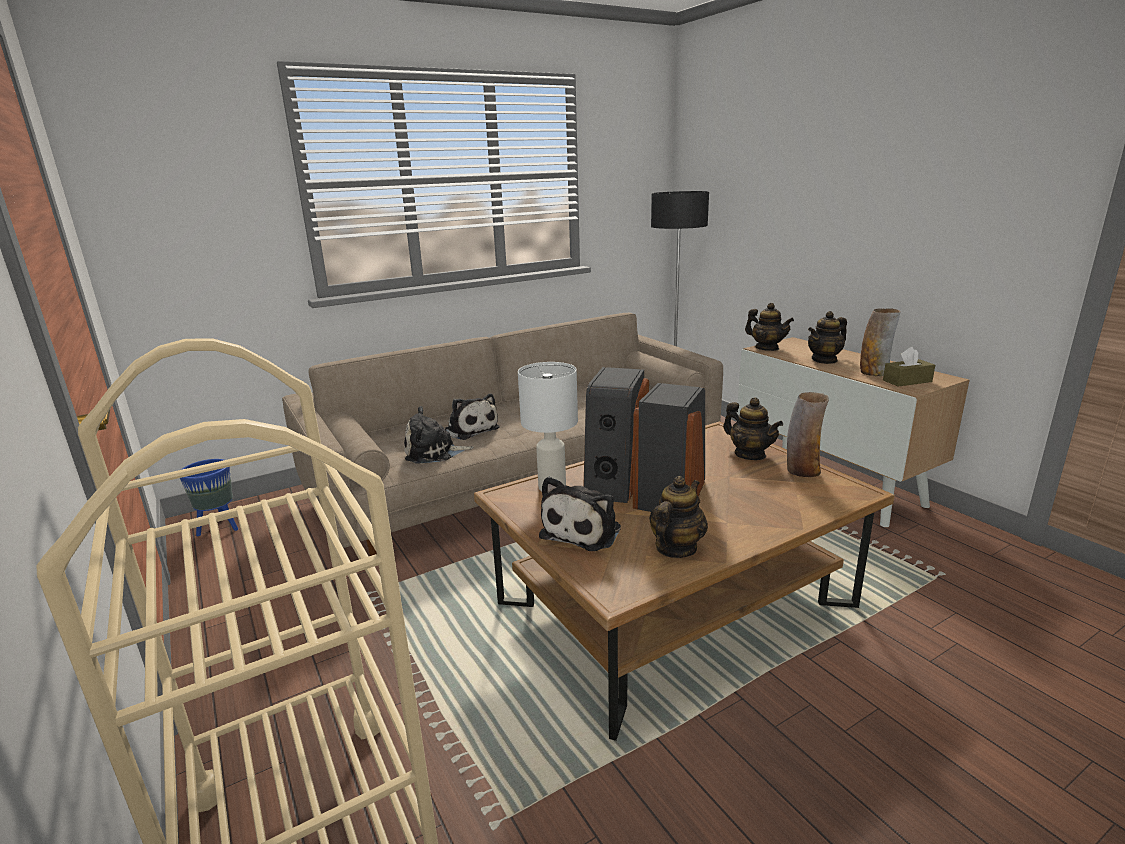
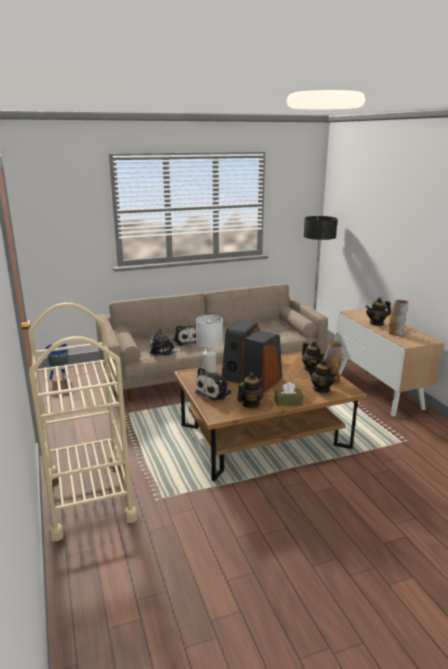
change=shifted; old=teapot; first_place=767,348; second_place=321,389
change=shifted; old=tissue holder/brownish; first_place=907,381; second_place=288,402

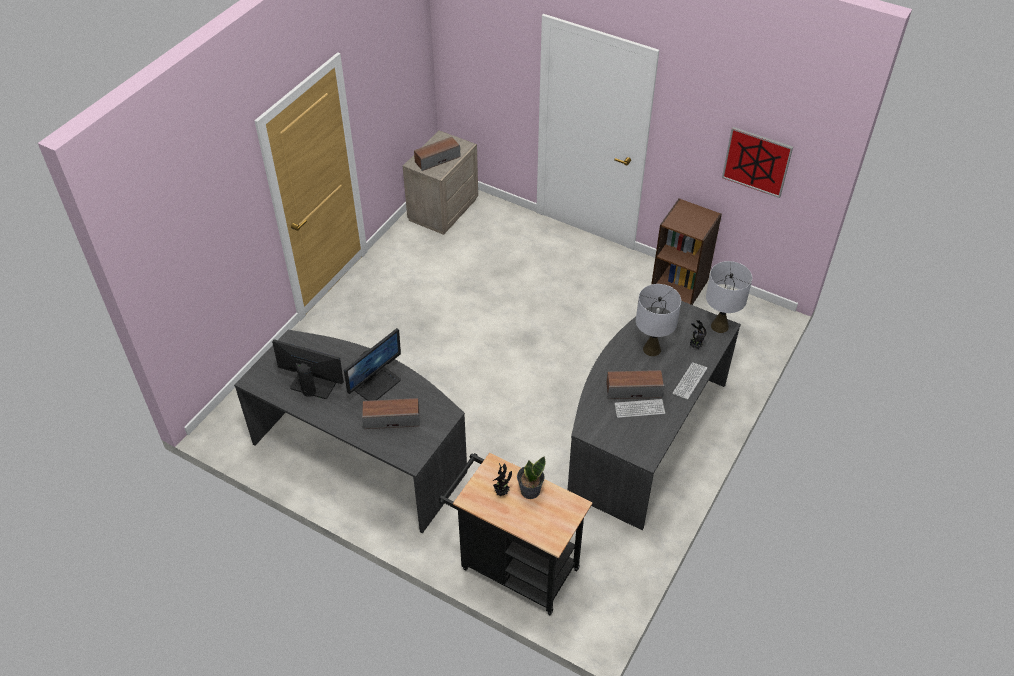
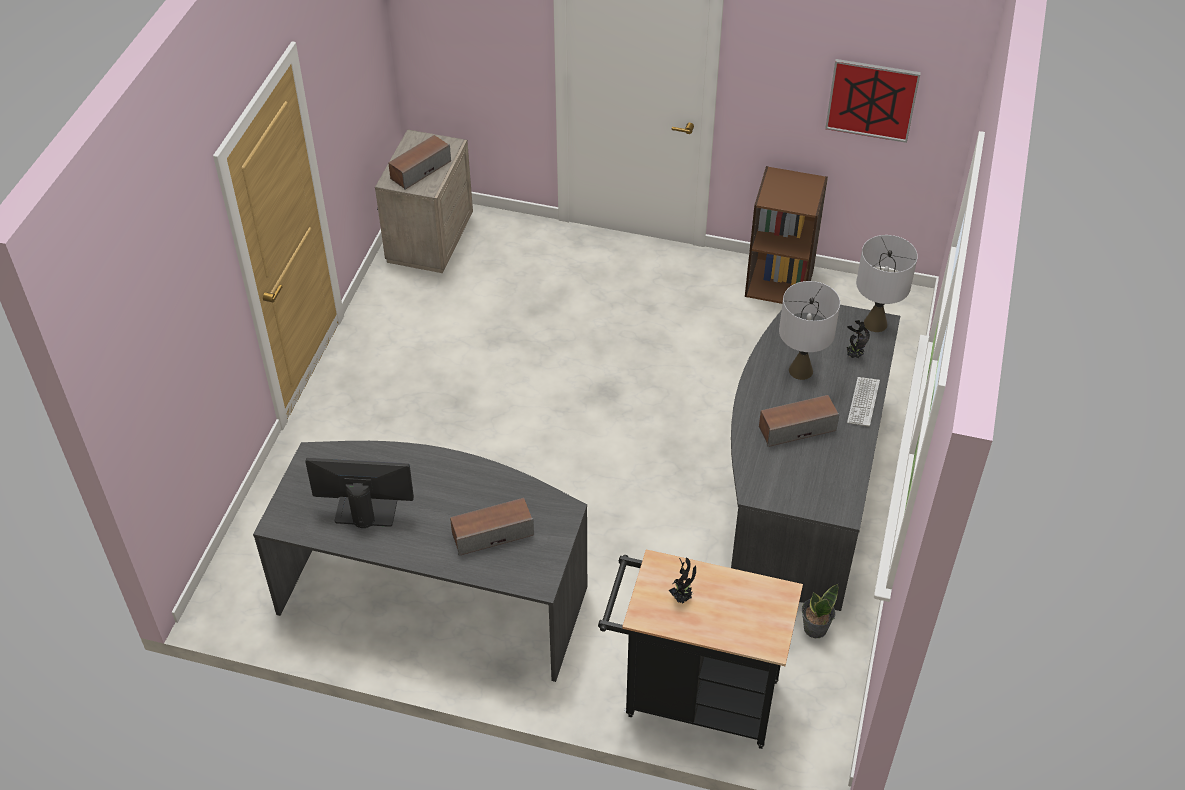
change=gone; old=computer display; first_place=377,384
change=gone; old=computer keyboard; first_place=639,409
change=shifted; old=houseplant; first_place=530,490; second_place=814,628

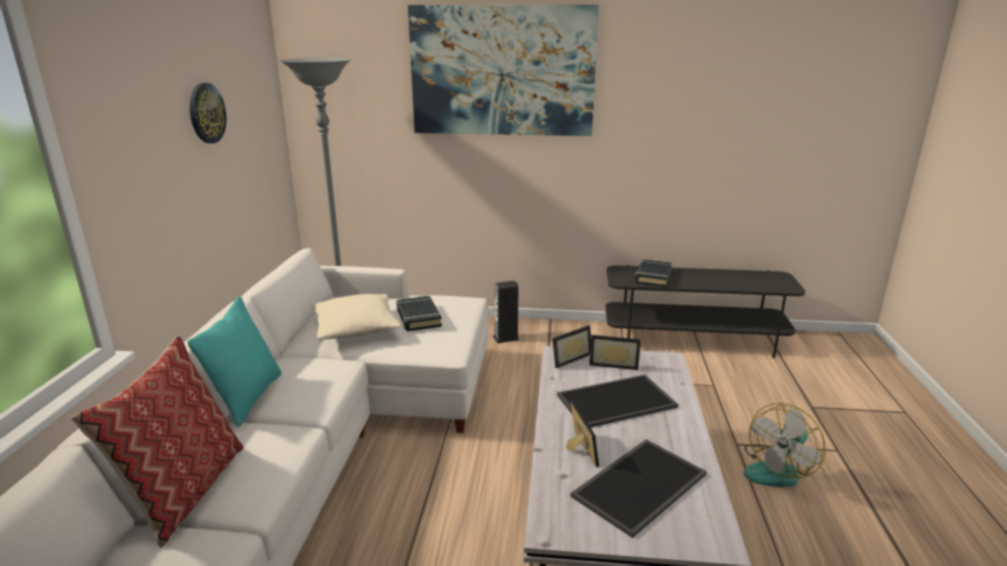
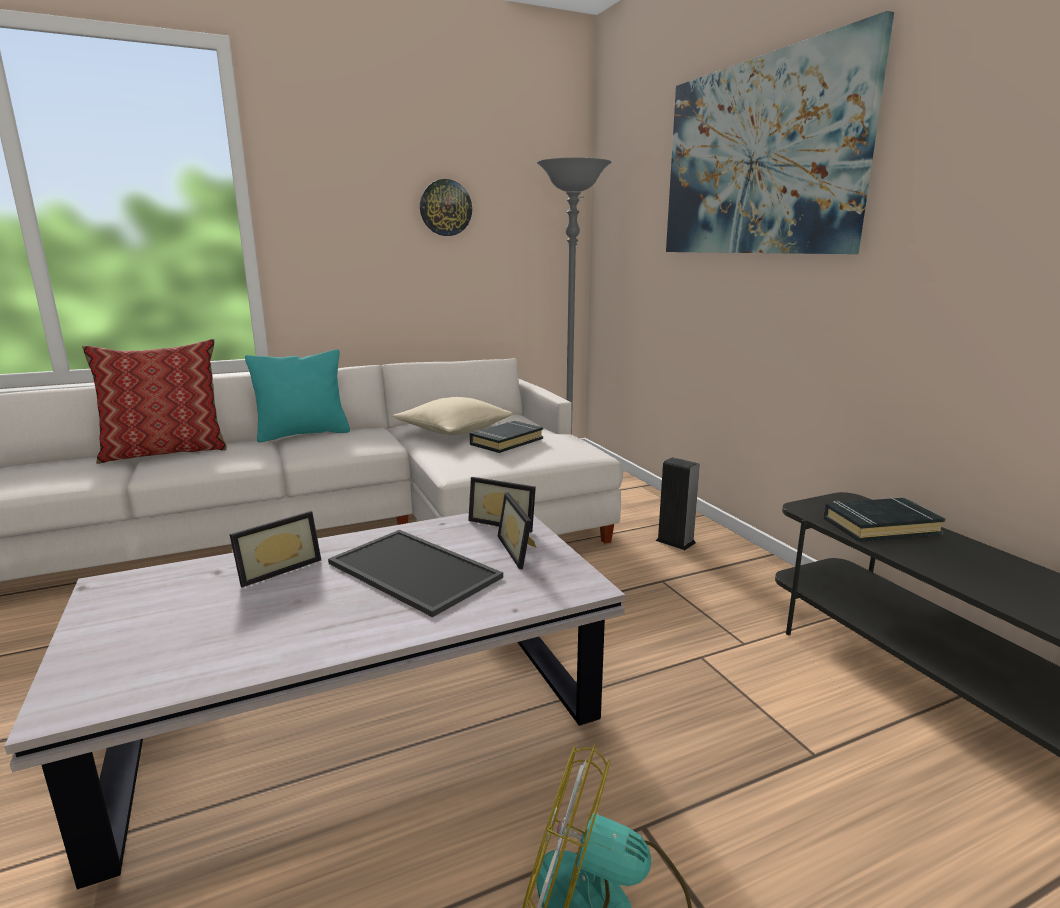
change=gone; old=tray; first_place=638,483

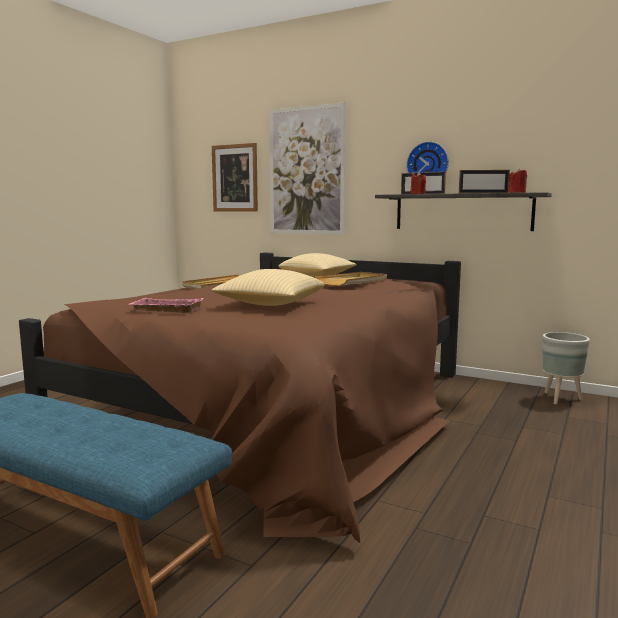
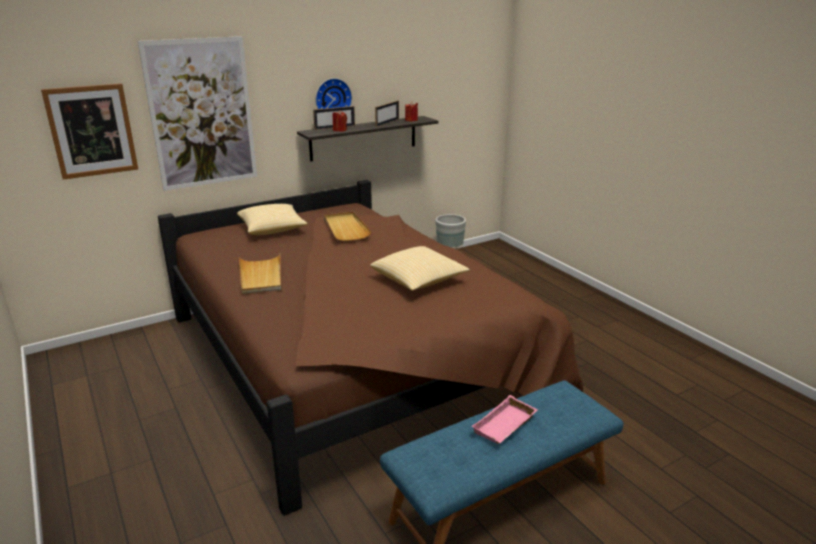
change=shifted; old=tray/pink-coloured; first_place=165,310; second_place=505,426

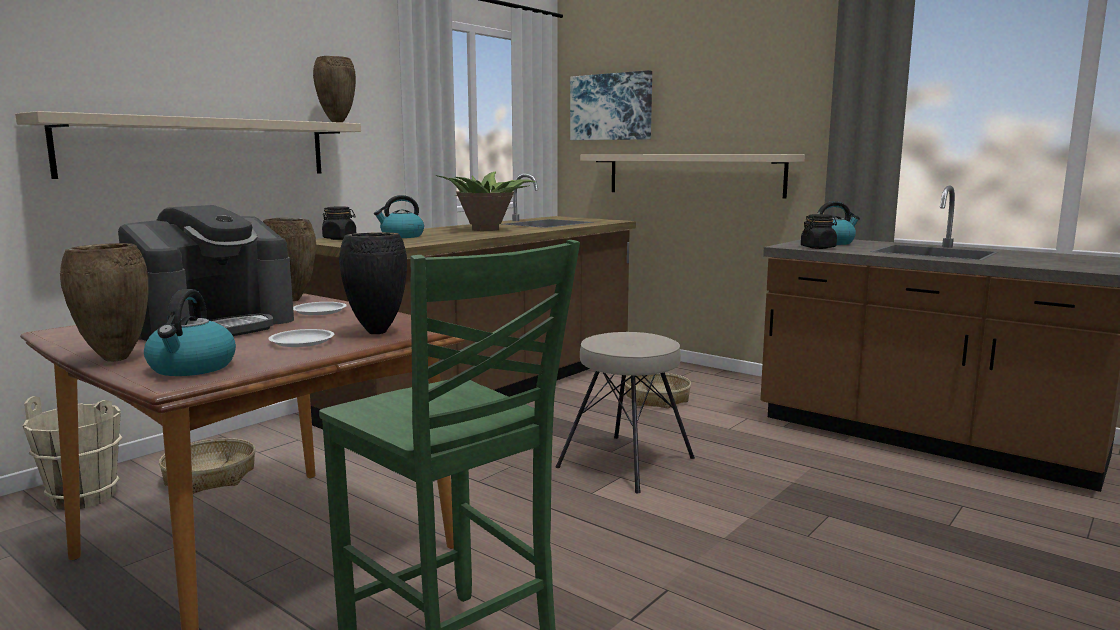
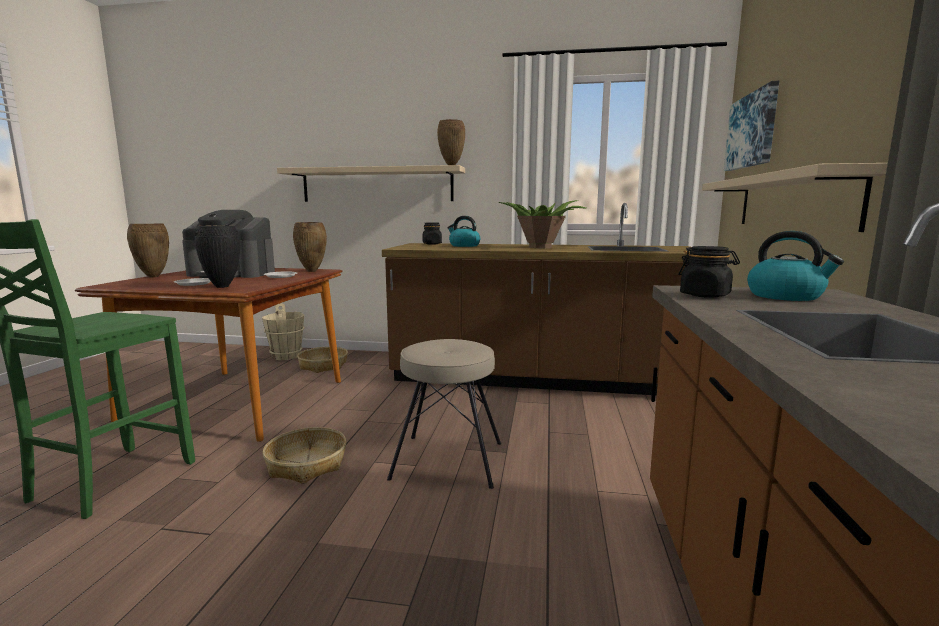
change=gone; old=tea kettle; first_place=192,368
change=shifted; old=basket; first_place=656,399; second_place=307,464

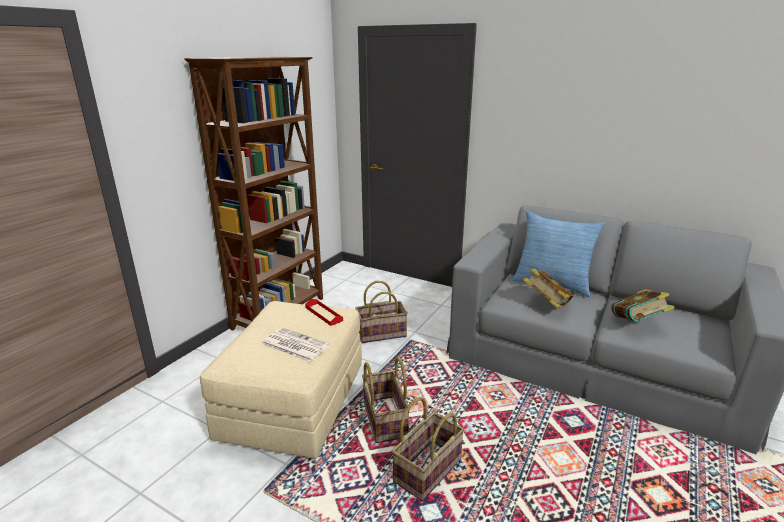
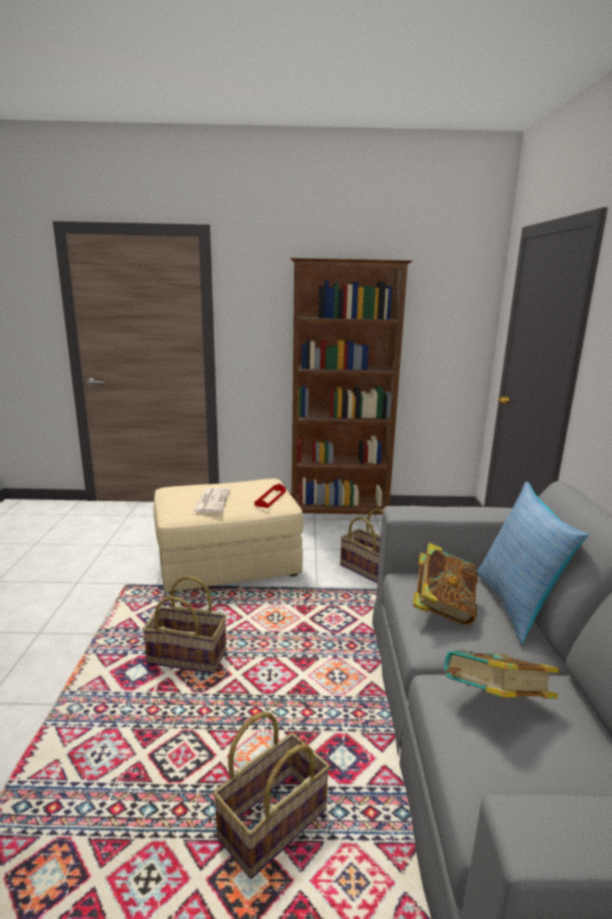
change=shifted; old=basket; first_place=384,419; second_place=272,822

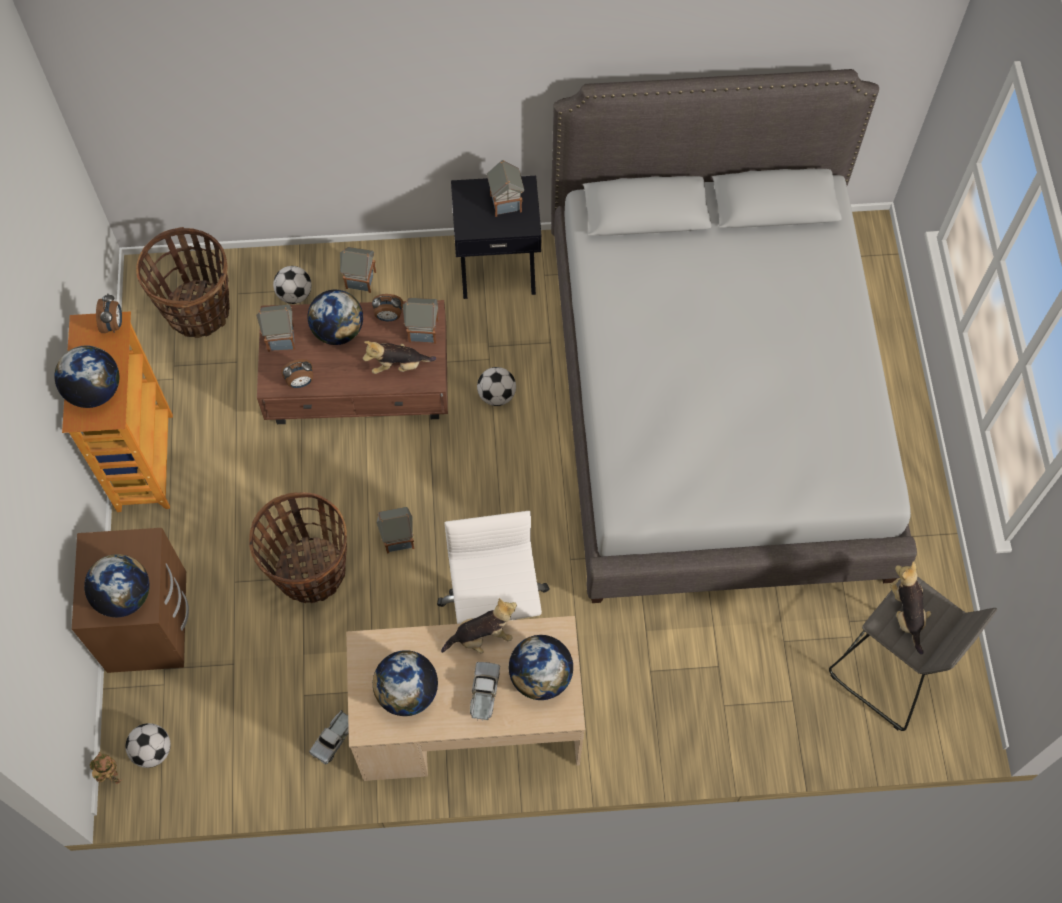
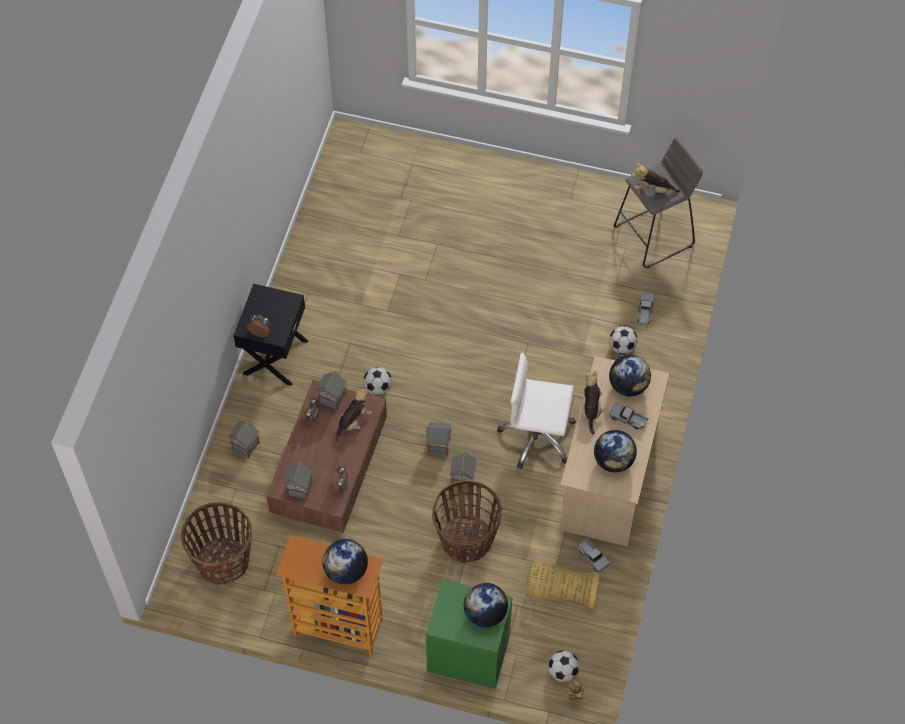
change=gone; old=world globe; first_place=338,331
change=gone; old=bed/gray; first_place=715,402
change=new; new=basket; second_place=561,591
change=new; new=toy lorry; second_place=644,311
change=shifted; old=bedside clock; first_place=114,324; second_place=260,331
change=shifted; old=football ball; first_place=295,294; second_place=622,347
change=shifted; old=miniature house; first_place=505,202; second_place=438,445
change=repainted; old=night table/brownish; new=night table/green; first_place=150,624; second_place=468,652
change=rotated; old=soft toy; first_place=398,366; second_place=353,422; degrees=-150

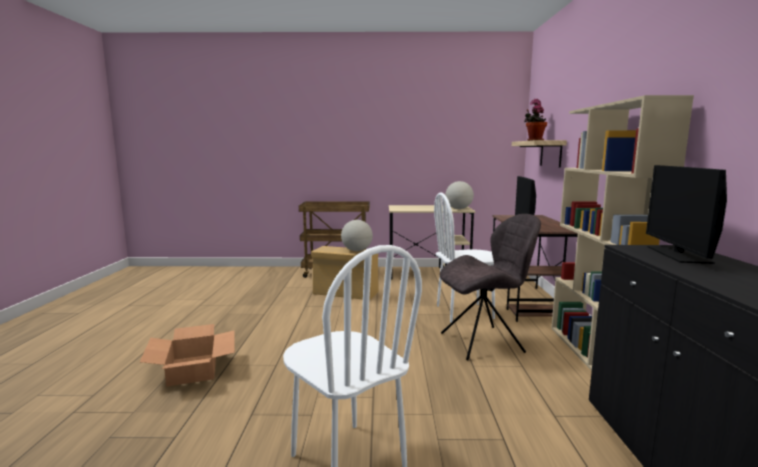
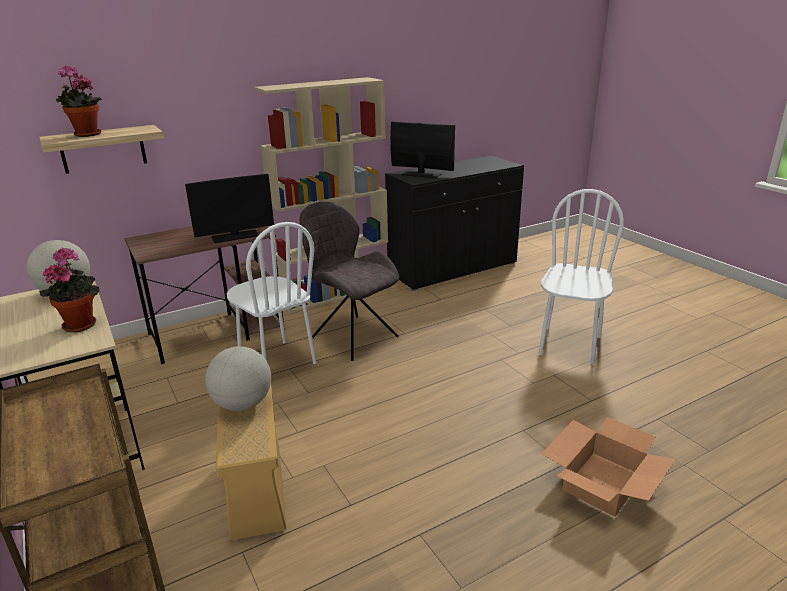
change=new; new=houseplant; second_place=81,324
change=rotated; old=computer display; first_place=678,254; second_place=421,174; degrees=-135

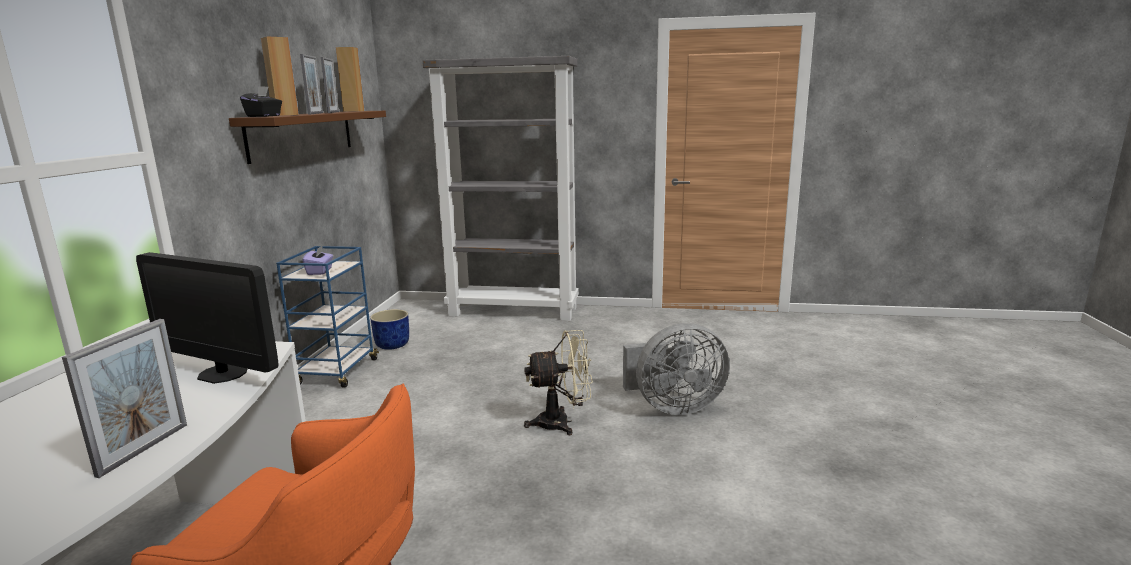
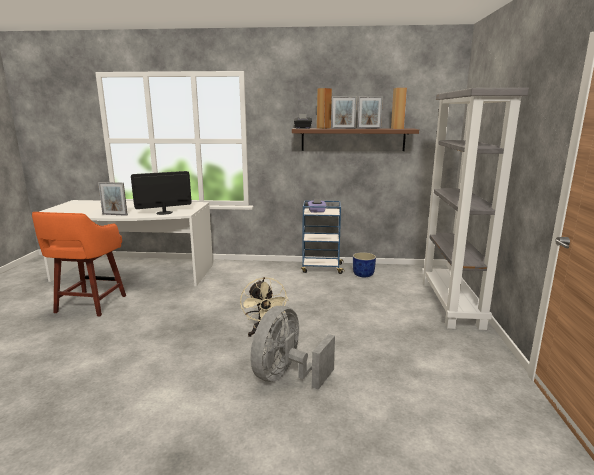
change=rotated; old=computer display; first_place=223,373; second_place=164,213; degrees=45
change=rotated; old=fan/gray; first_place=673,406; second_place=286,376; degrees=45

